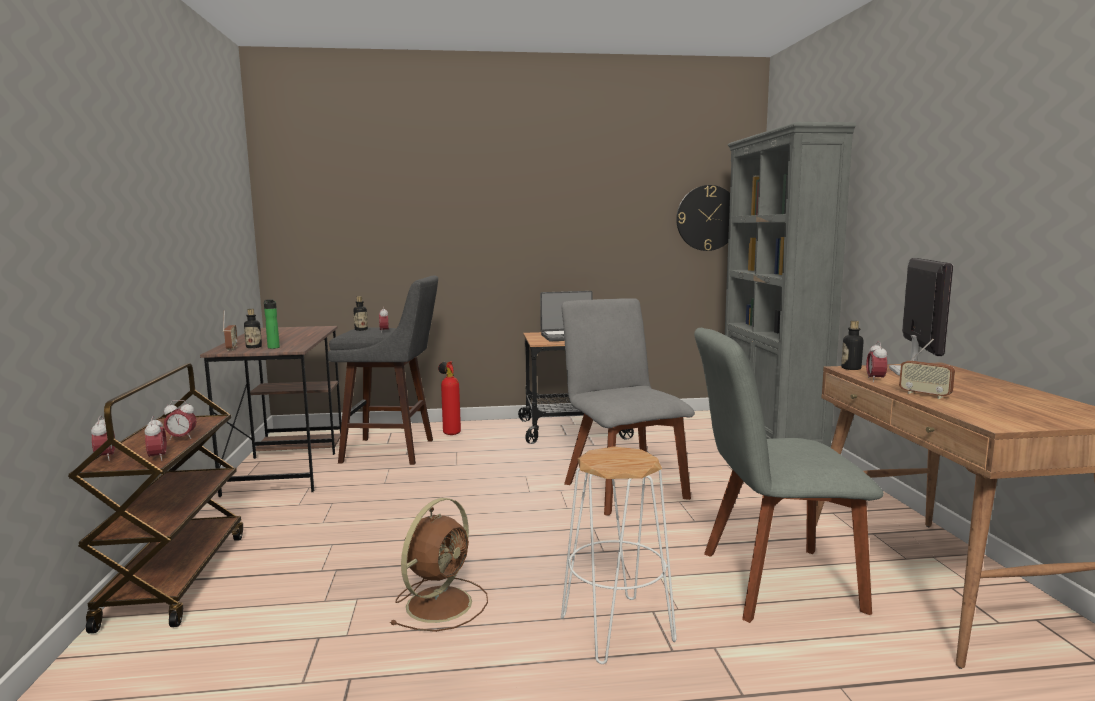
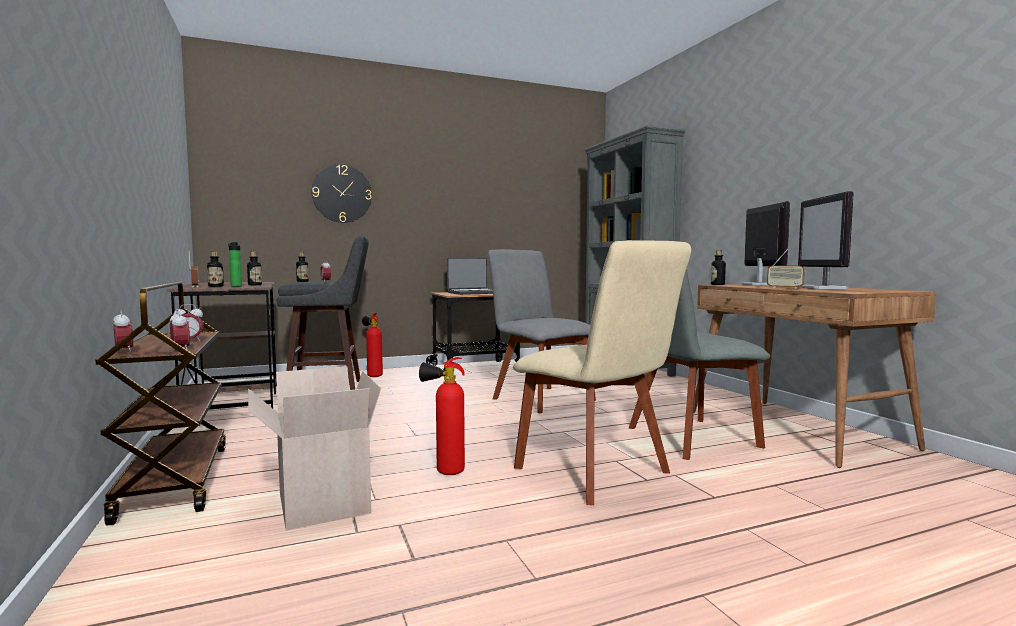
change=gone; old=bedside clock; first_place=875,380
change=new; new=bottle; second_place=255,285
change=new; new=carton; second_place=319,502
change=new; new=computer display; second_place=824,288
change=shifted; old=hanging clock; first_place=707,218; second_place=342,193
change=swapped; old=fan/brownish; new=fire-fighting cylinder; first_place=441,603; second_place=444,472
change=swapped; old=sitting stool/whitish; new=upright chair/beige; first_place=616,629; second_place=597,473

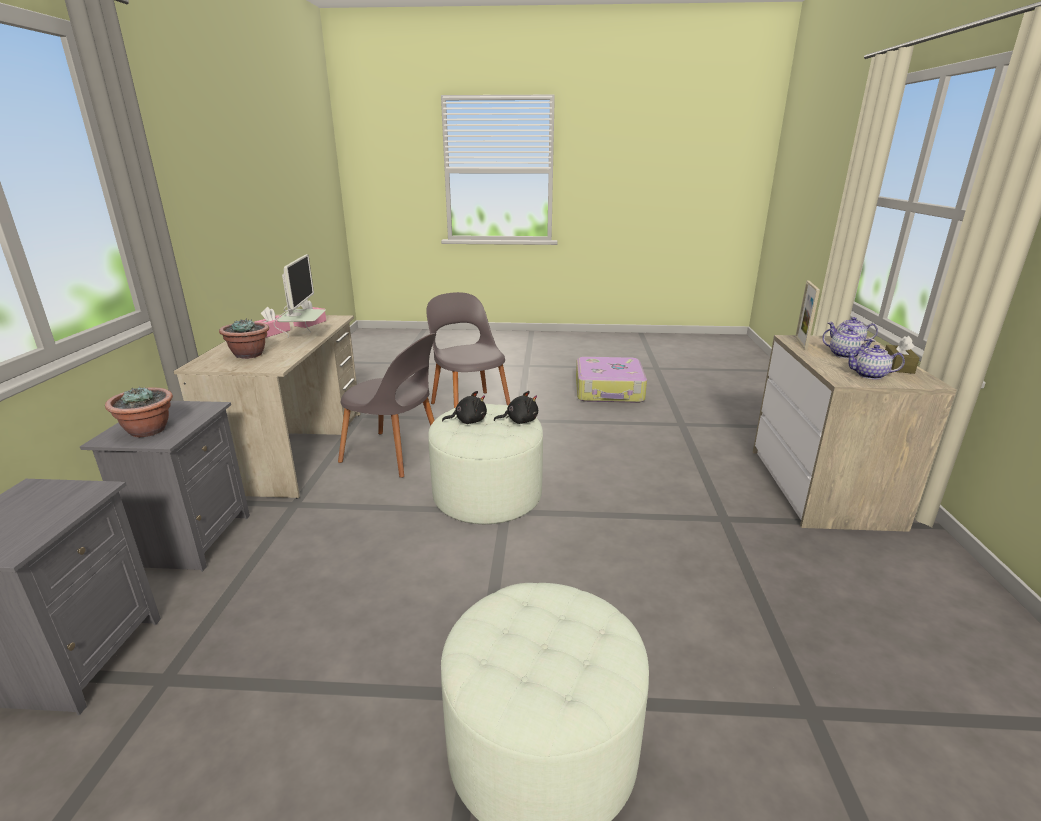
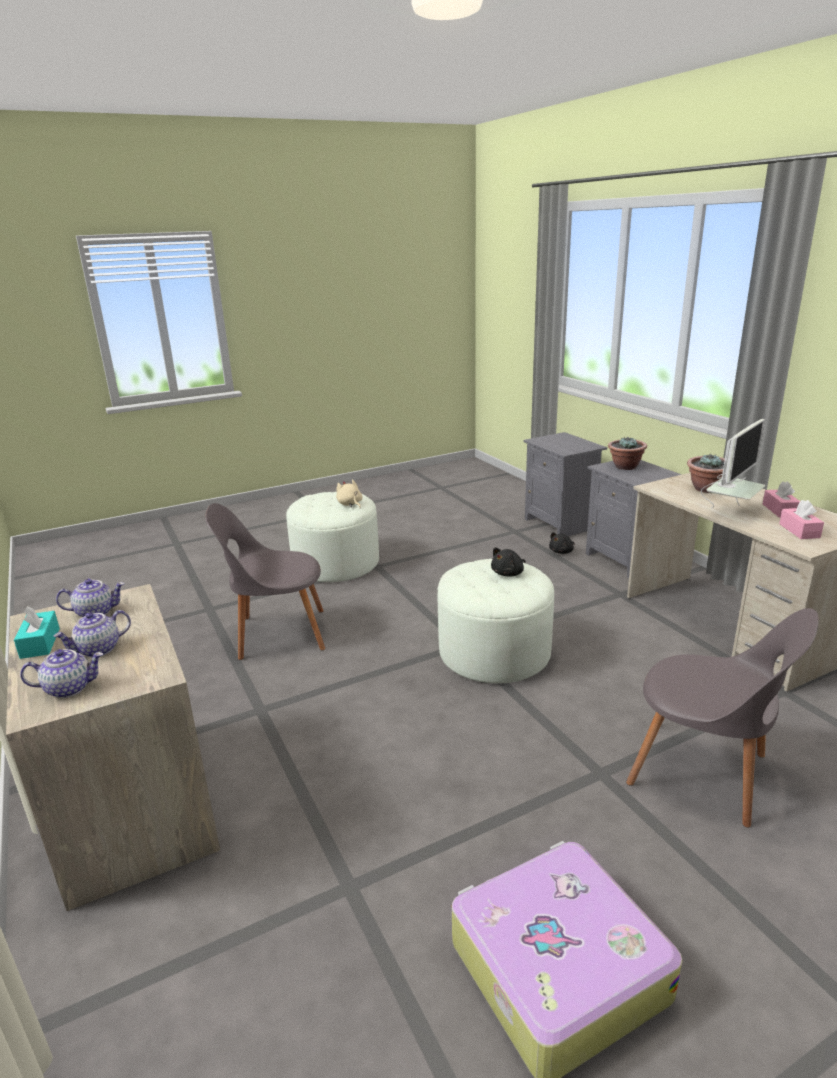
change=gone; old=standing frame; first_place=801,343
change=new; new=soft toy/beige; second_place=350,504
change=shifted; old=upright chair/gray; first_place=394,454; second_place=277,634
change=shifted; old=soft toy/blackish; first_place=519,421; second_place=562,552
change=repainted; old=tissue holder/brownish; new=tissue holder/blue-green; first_place=898,366; second_place=40,643
change=rotated; old=computer display; first_place=304,338; second_place=730,513; degrees=-105
change=rotated; old=teapot; first_place=844,355; second_place=98,650; degrees=-60

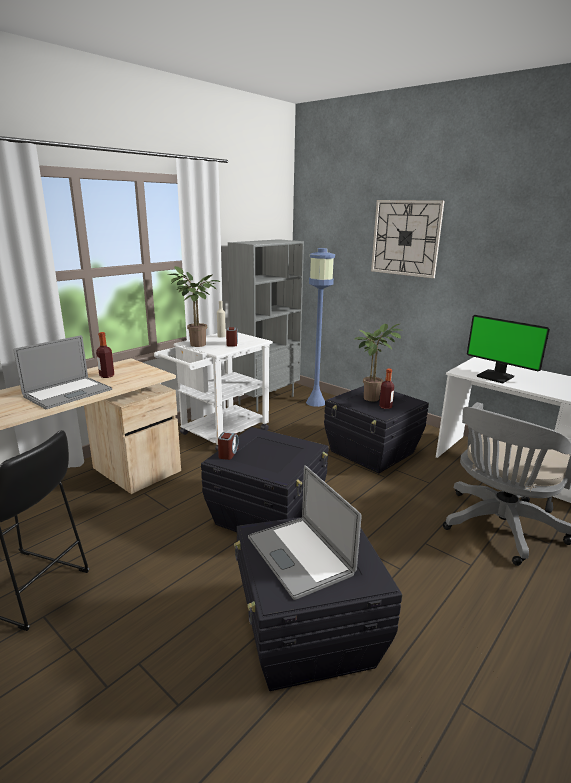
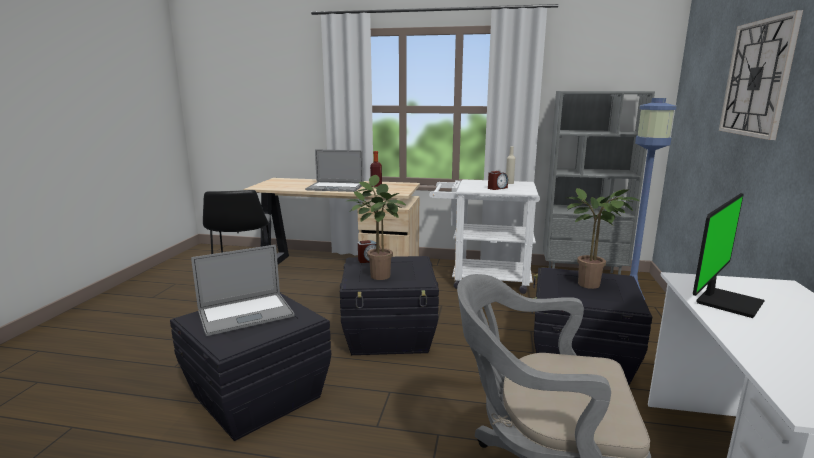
change=gone; old=bottle; first_place=385,407
change=shifted; old=houseplant; first_place=195,345; second_place=376,275
change=rotated; old=laptop; first_place=299,555; second_place=246,314; degrees=-150
change=rotated; old=computer display; first_place=496,376; second_place=726,301; degrees=-150

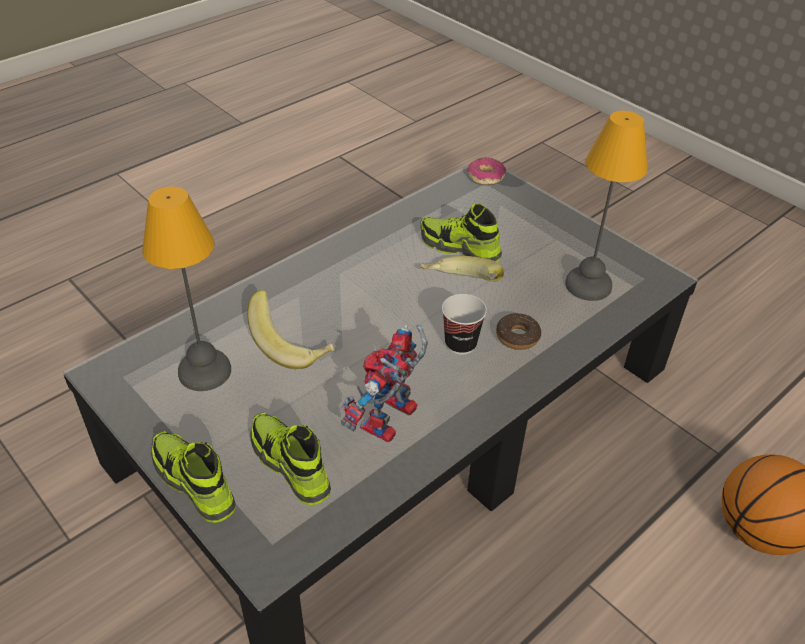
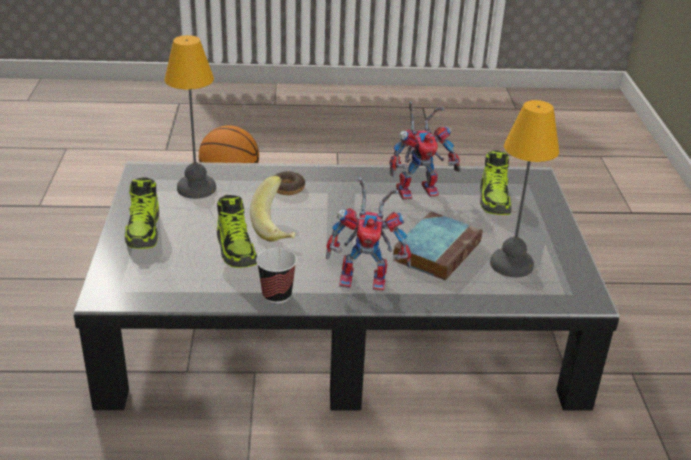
change=gone; old=donut; first_place=485,177
change=new; new=robot figure; second_place=367,278
change=shifted; old=shoe; first_place=194,483; second_place=144,231
change=shifted; old=cup; first_place=460,344; second_place=277,295
change=swapped; old=banana; new=bound book; first_place=292,346; second_place=437,250

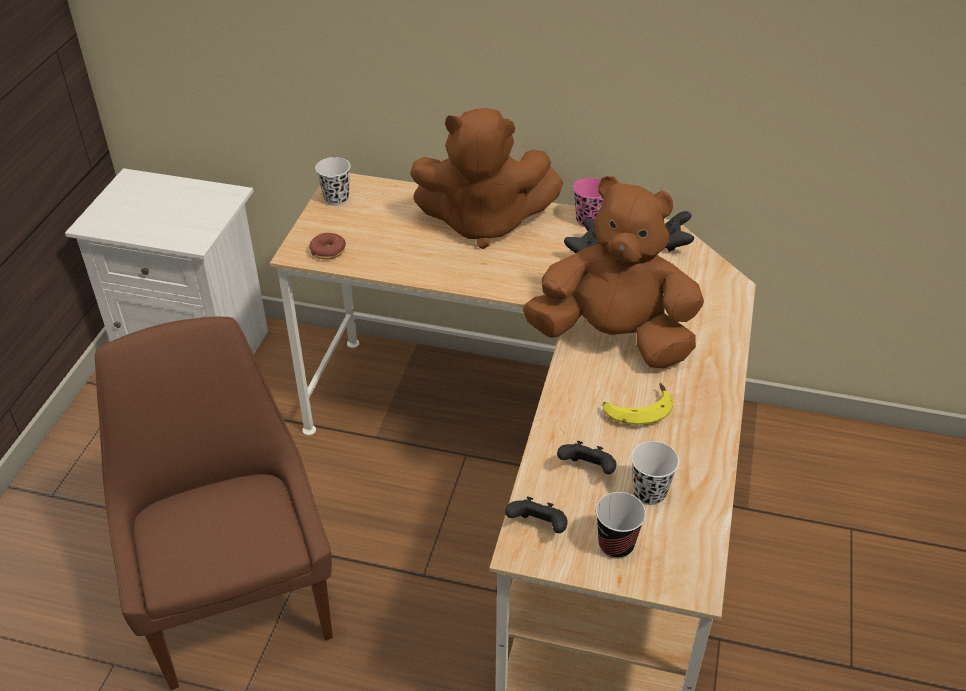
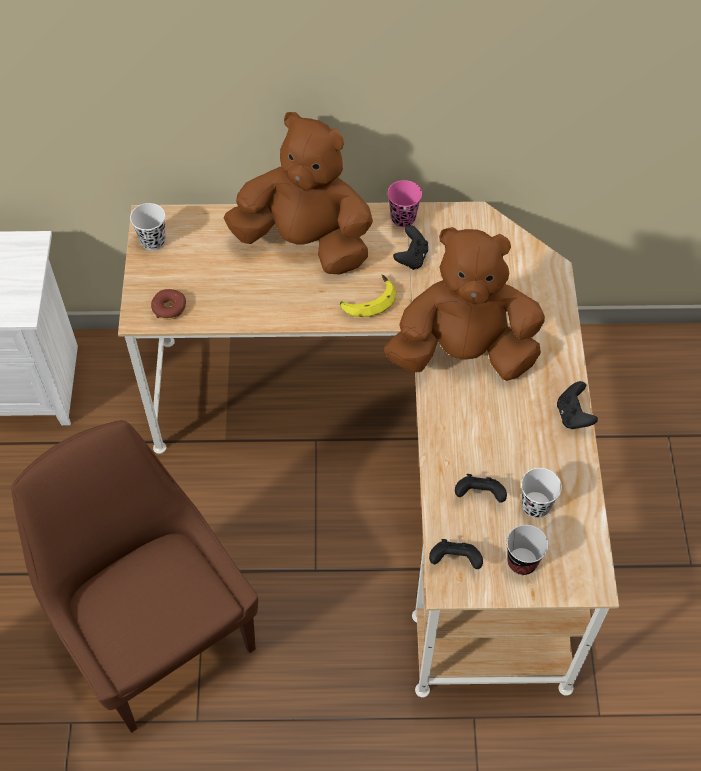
change=shifted; old=banana; first_place=636,408; second_place=367,300
change=shifted; old=joypad/blackish; first_place=675,243; second_place=573,415
change=rotated; old=soft toy/brownish; first_place=483,223; second_place=305,242; degrees=-150

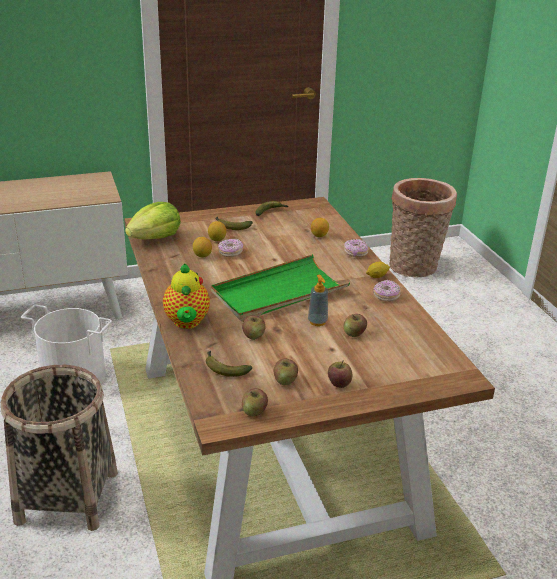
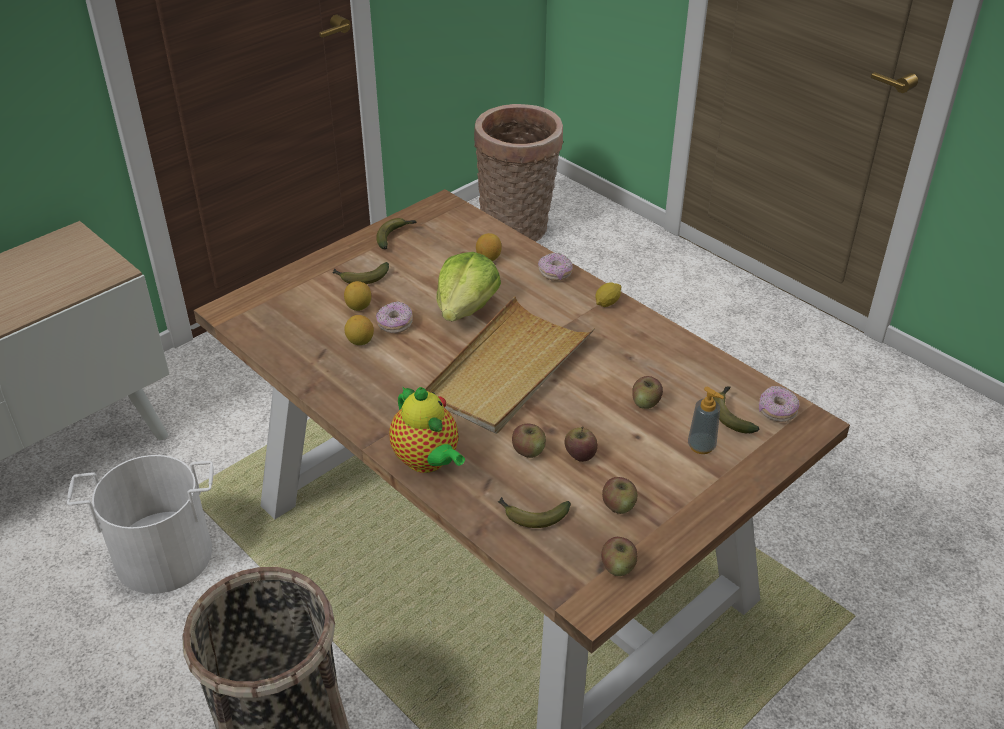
change=new; new=banana; second_place=731,414
change=shifted; old=lettuce head; first_place=155,238; second_place=466,308
change=shifted; old=soap dispenser; first_place=317,322; second_place=701,446
change=shifted; old=apple; first_place=339,383; second_place=580,454
change=shifted; old=donut; first_place=386,296; second_place=777,411
change=repainted; old=tray/green; new=tray/beige; first_place=278,292; second_place=507,370

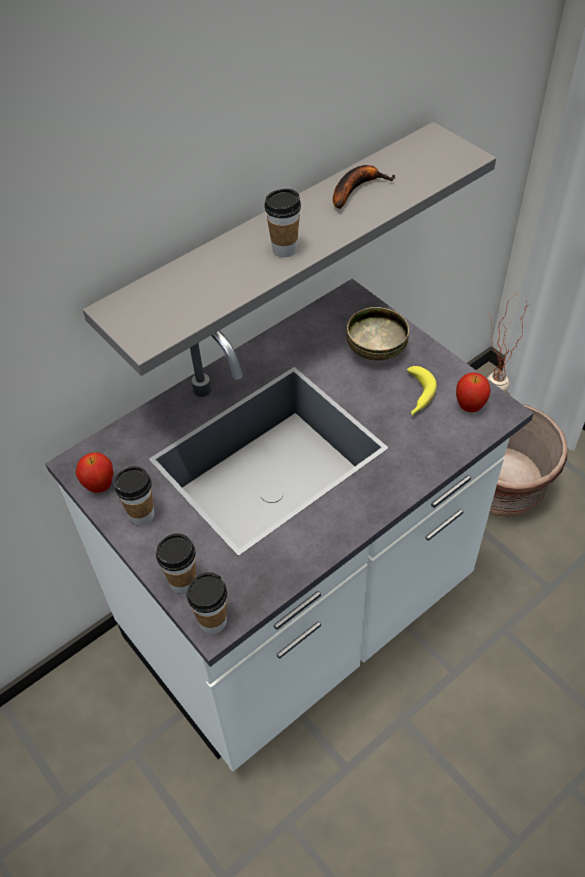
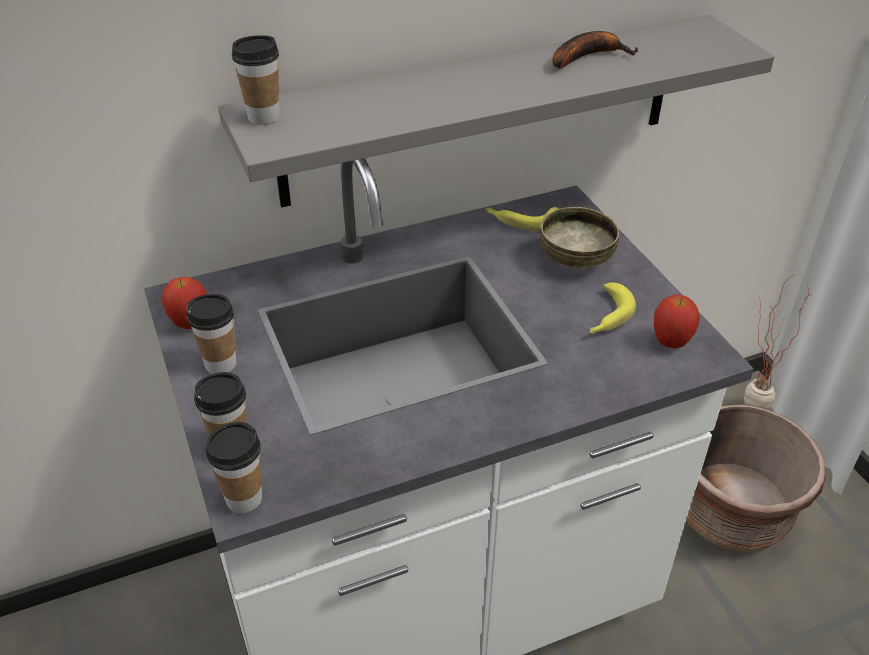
change=new; new=banana; second_place=521,220
change=shifted; old=cup; first_place=284,249; second_place=263,117

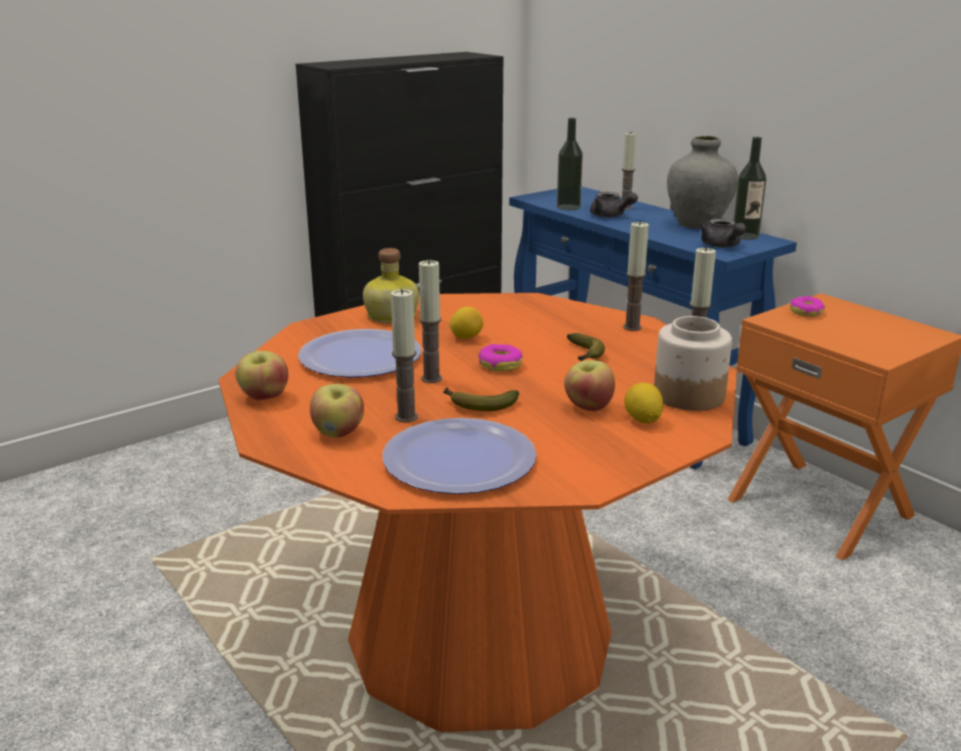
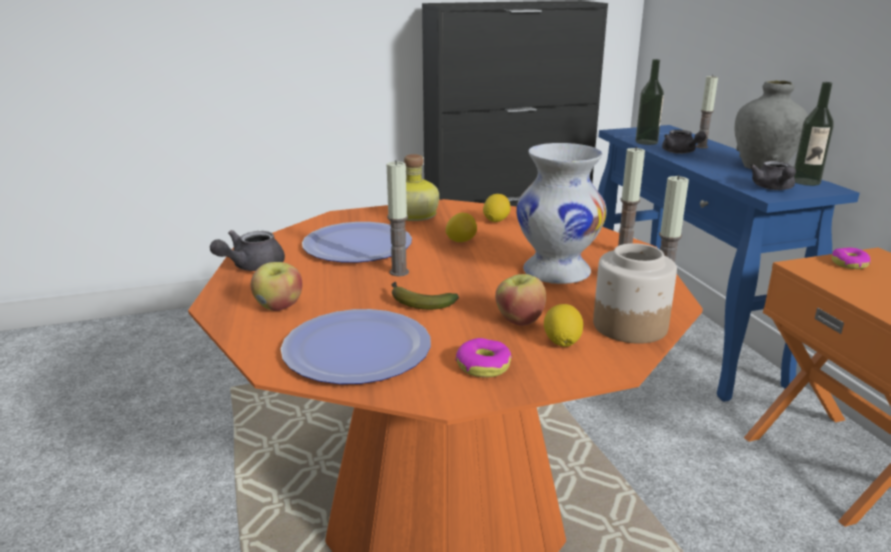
change=gone; old=candle; first_place=406,417
change=new; new=citrus fruit; second_place=496,220
change=shifted; old=donut; first_place=500,364; second_place=483,366
change=swapped; old=apple; new=teapot/gray; first_place=264,396; second_place=251,267
change=swapped; old=banana; new=flower vase/whitish; first_place=584,355; second_place=556,271

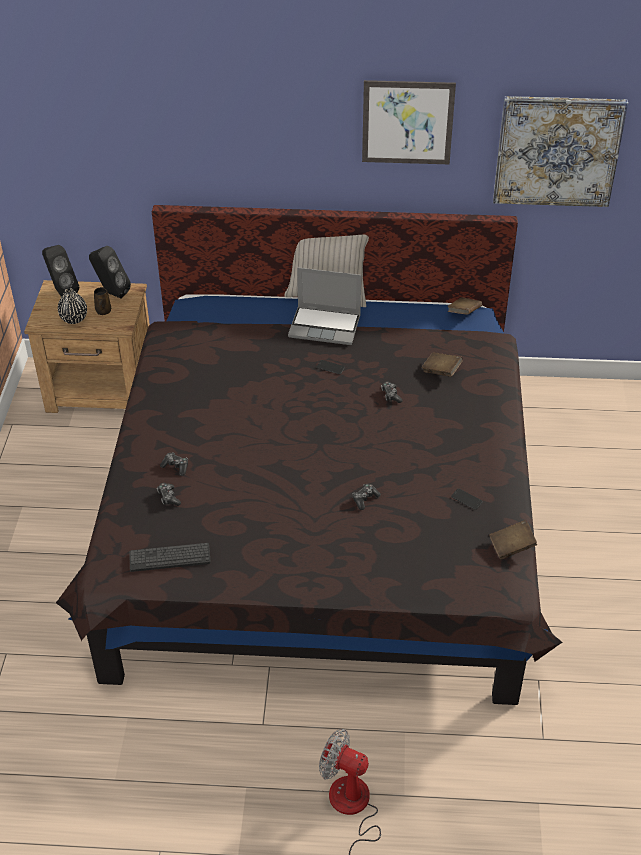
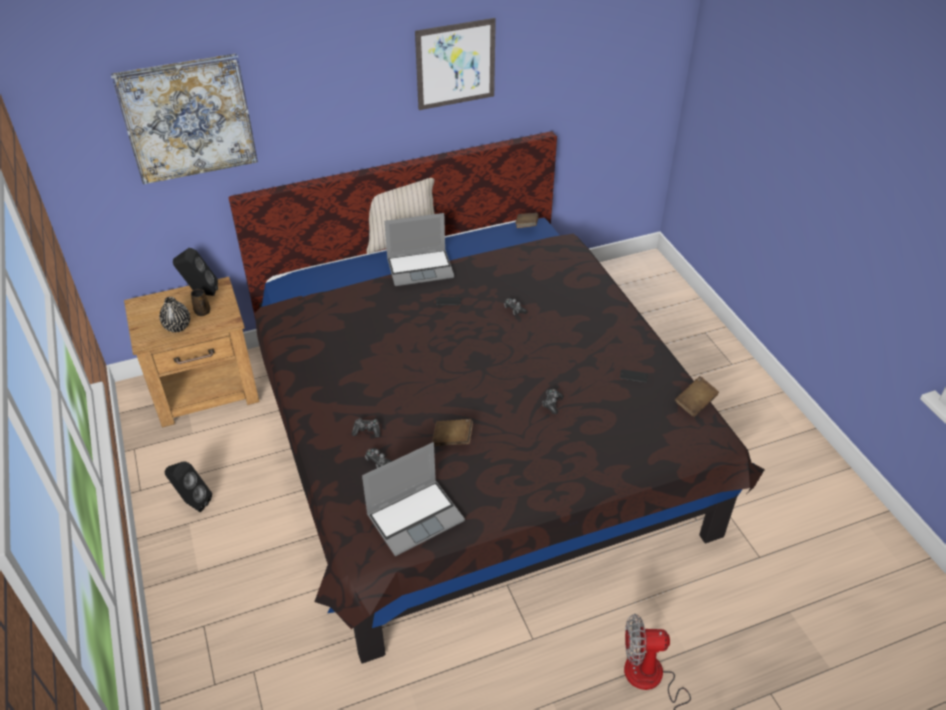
change=shifted; old=audio speaker/blackish; first_place=62,291; second_place=192,503
change=shifted; old=bound book/brownish; first_place=441,371; second_place=452,439
change=shifted; old=wall picture; first_place=557,151; second_place=188,118
change=swapped; old=computer keyboard; new=laptop; first_place=170,558; second_place=415,517

